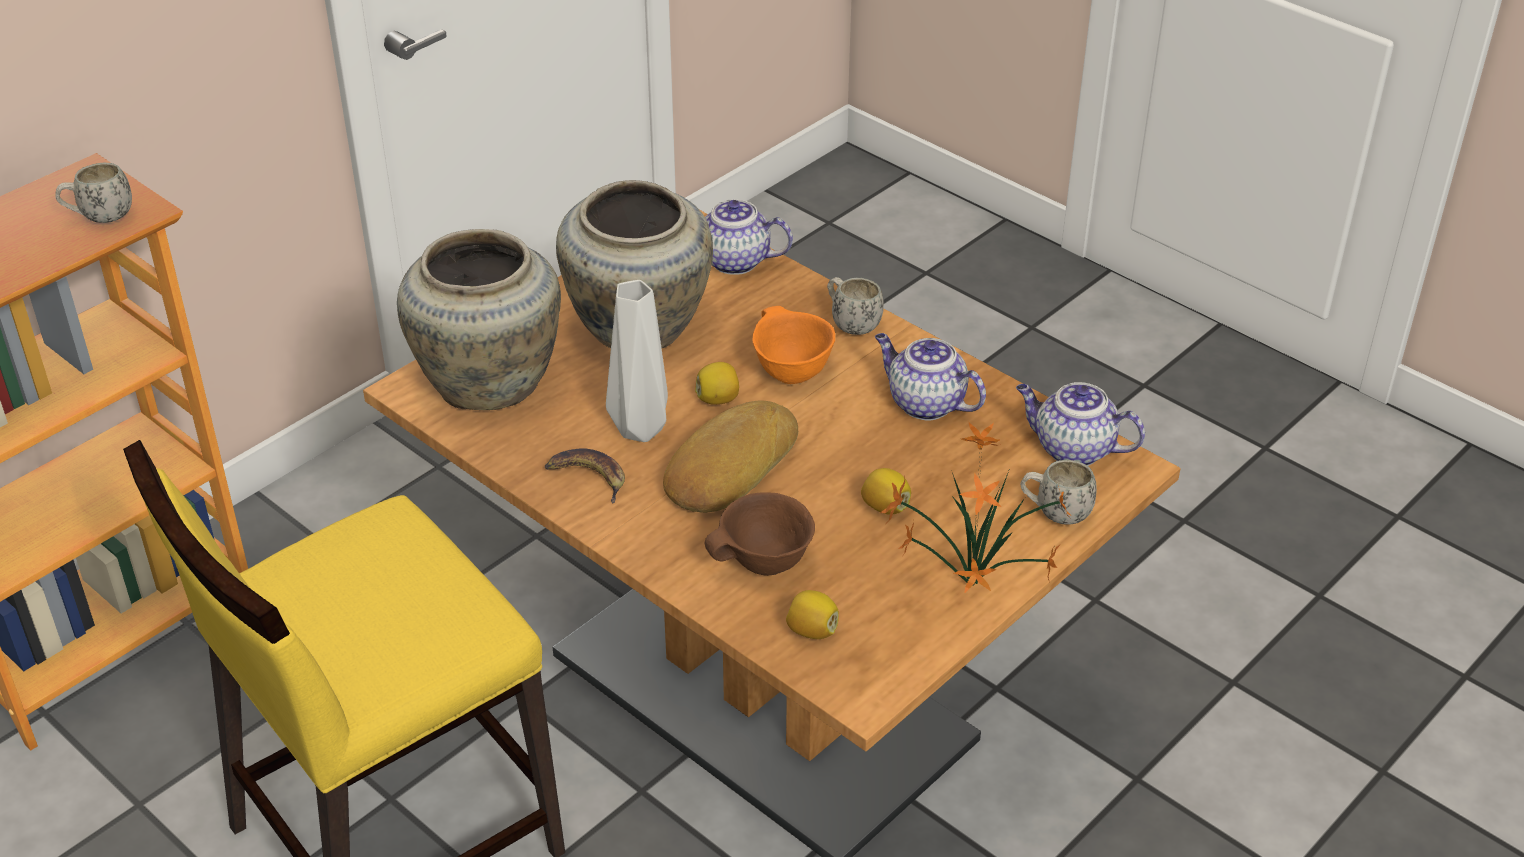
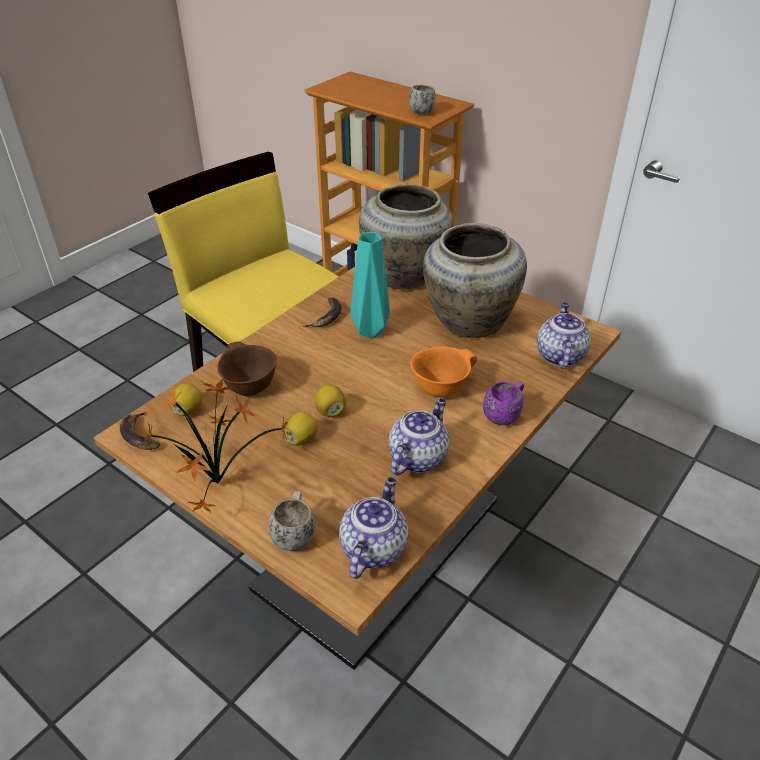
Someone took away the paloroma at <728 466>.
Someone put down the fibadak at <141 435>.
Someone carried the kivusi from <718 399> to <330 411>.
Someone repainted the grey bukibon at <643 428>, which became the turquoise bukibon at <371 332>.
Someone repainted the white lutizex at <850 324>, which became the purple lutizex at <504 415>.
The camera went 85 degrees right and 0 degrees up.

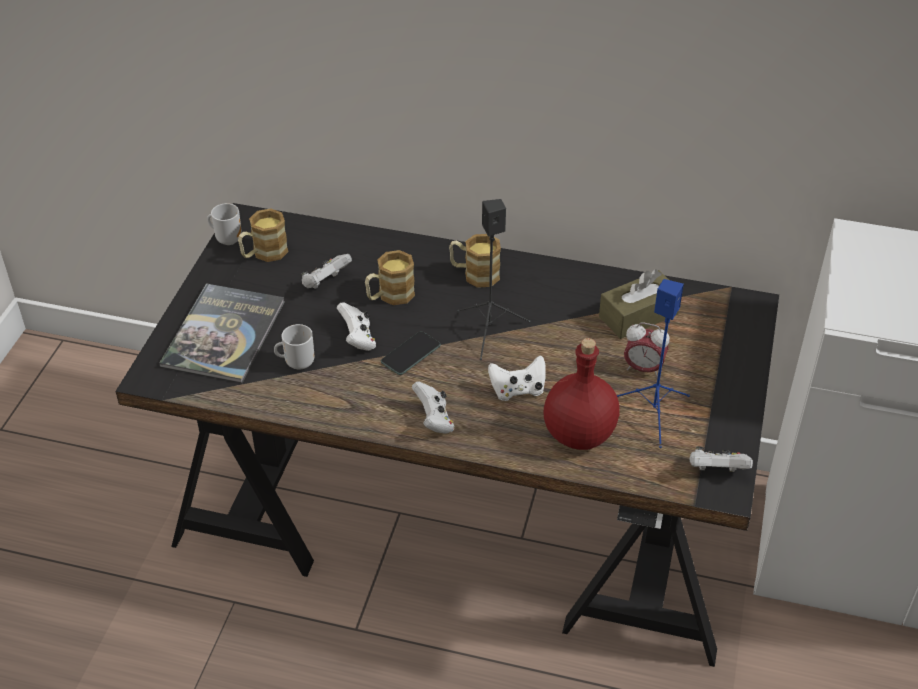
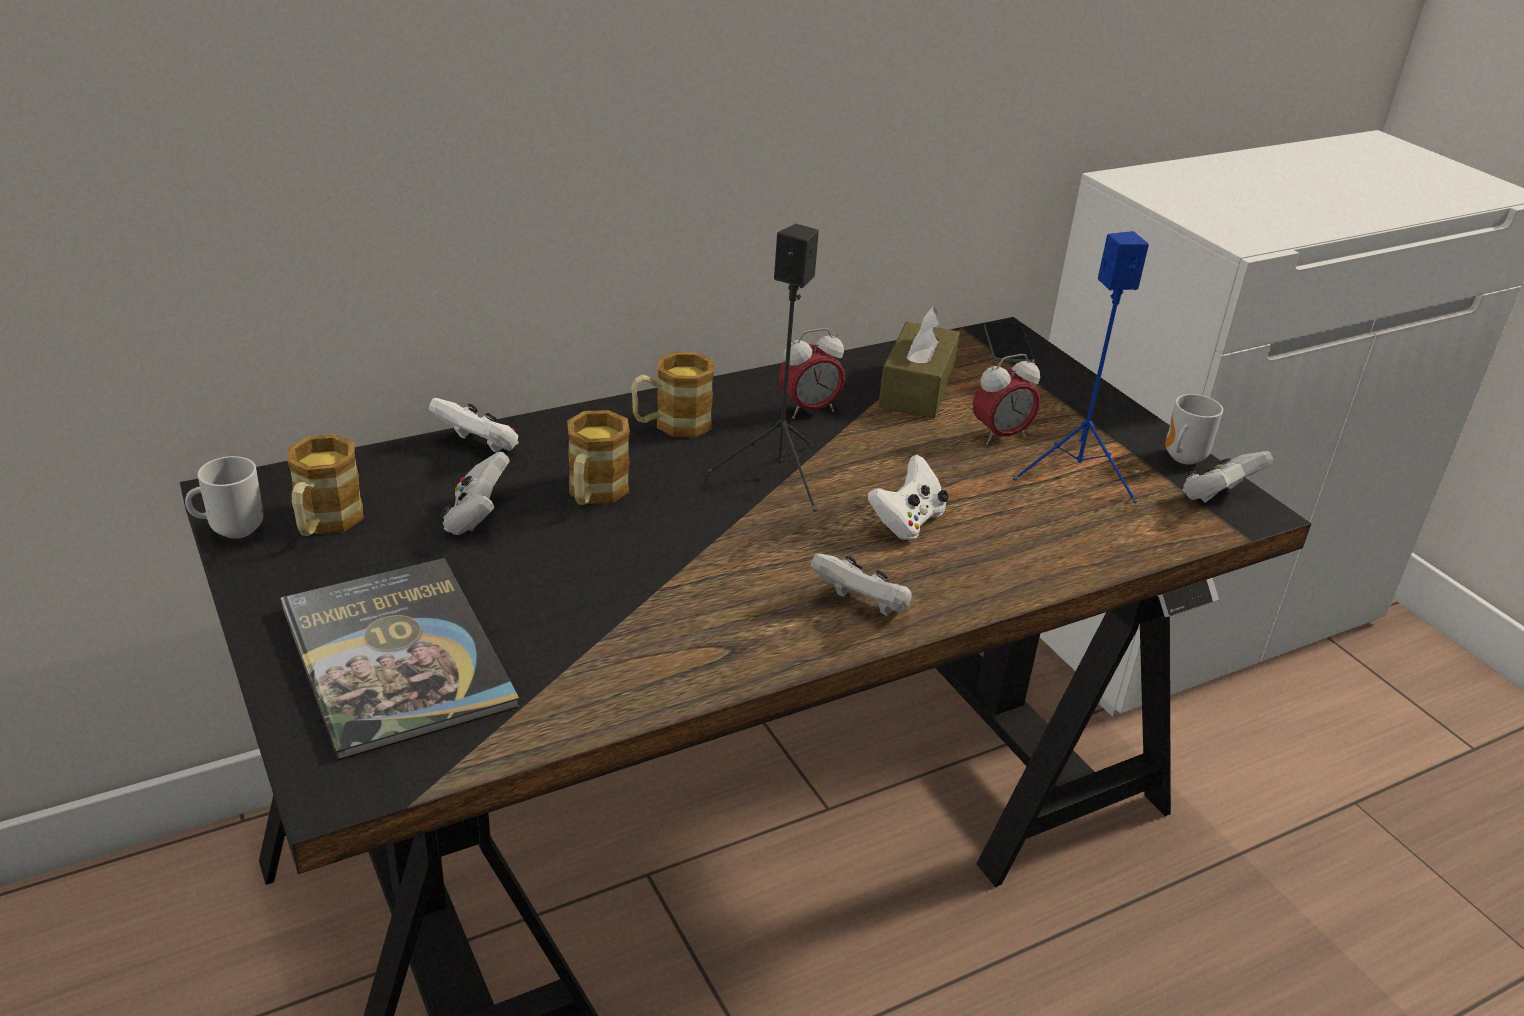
Someone took away the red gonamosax at <580 435>.
Someone put down the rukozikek at <809 410>.
Someone carried the lutizex from <297 363> to <1180 458>.
Someone carried the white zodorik from <358 339> to <478 446>.
Someone carried the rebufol from <410 354> to <1007 344>.
The camera went 45 degrees left and 10 degrees down.

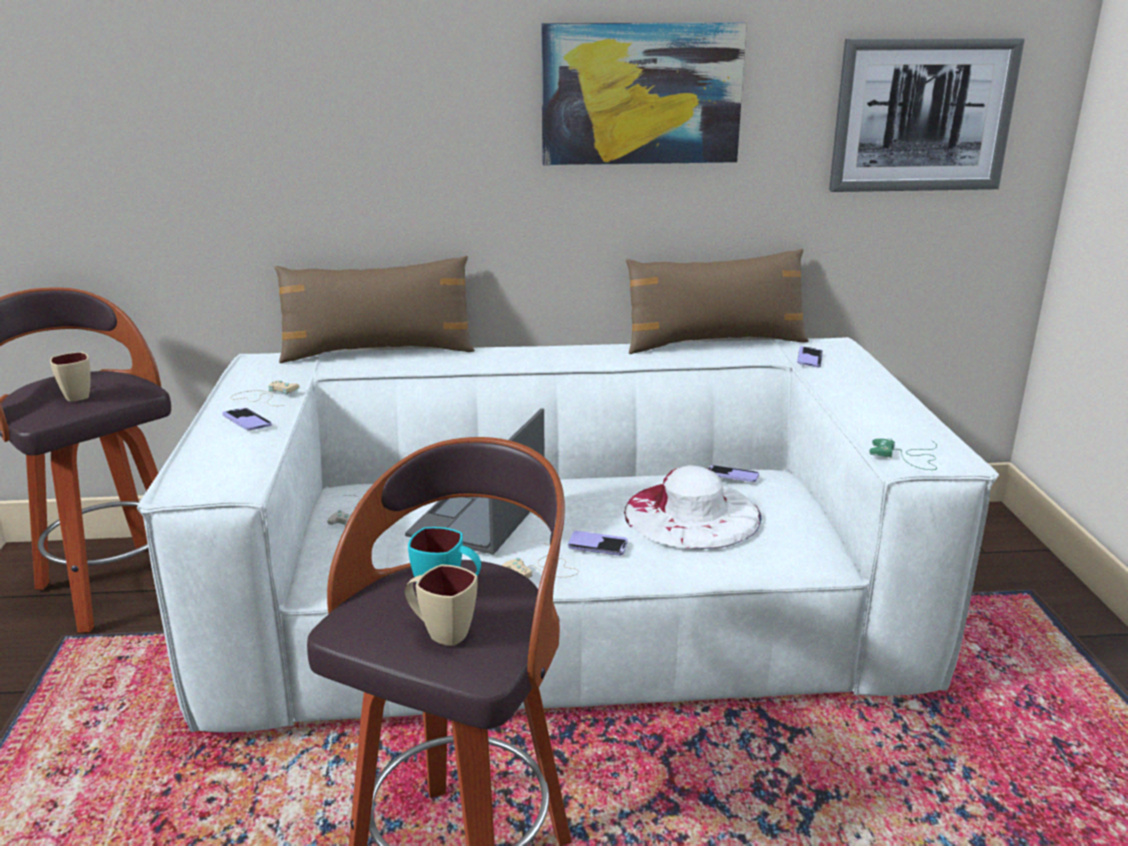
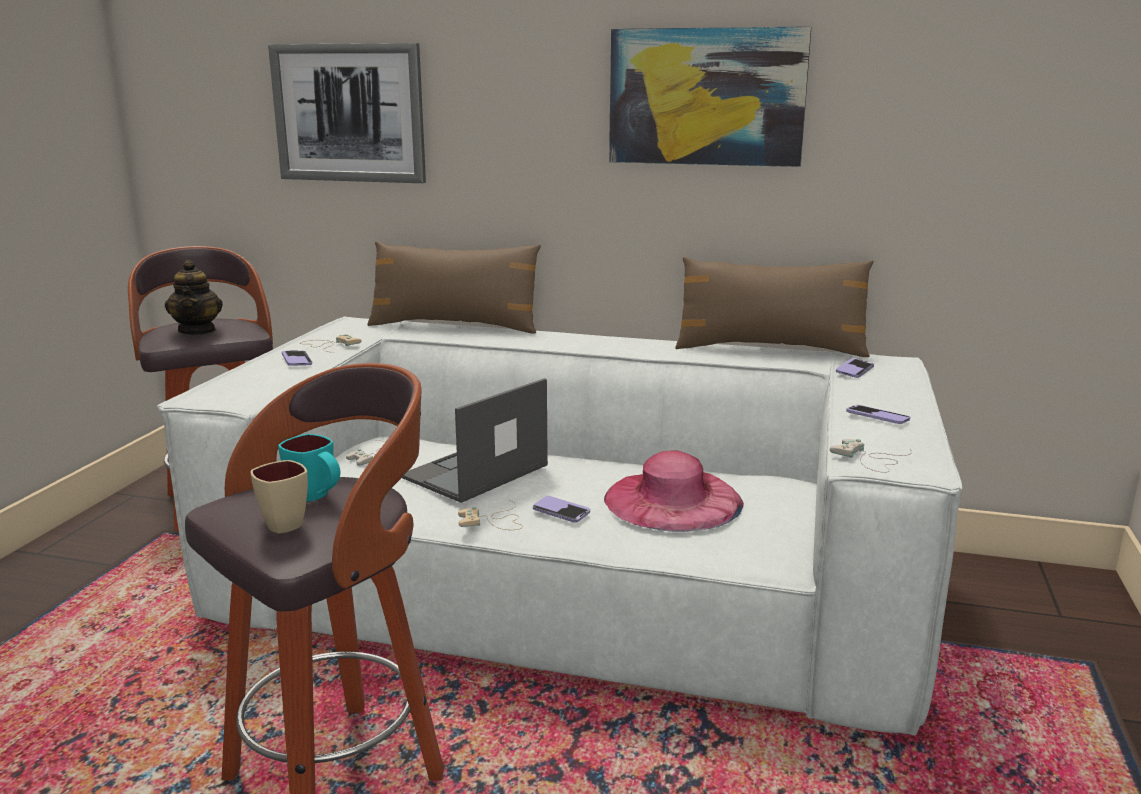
Someone carried the rebufol from <732 475> to <877 416>.
Someone carried the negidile from <922 115> to <349 113>.
Someone swapped the beige lutizex at <76 395> for the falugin at <198 331>.
Someone repainted the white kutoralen at <691 514>, which became the pink kutoralen at <673 500>.
Someone repainted the green zodorik at <908 457>, which became the white zodorik at <870 460>.
The camera went 20 degrees right and 5 degrees down.

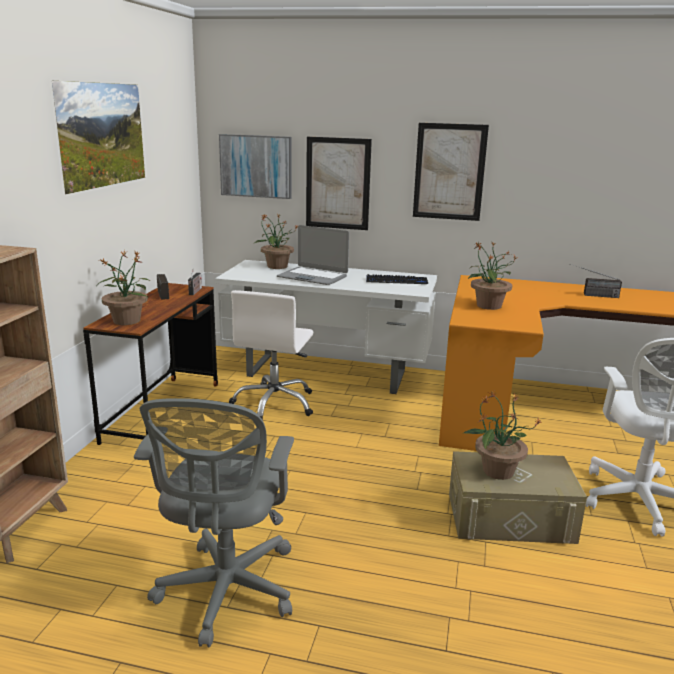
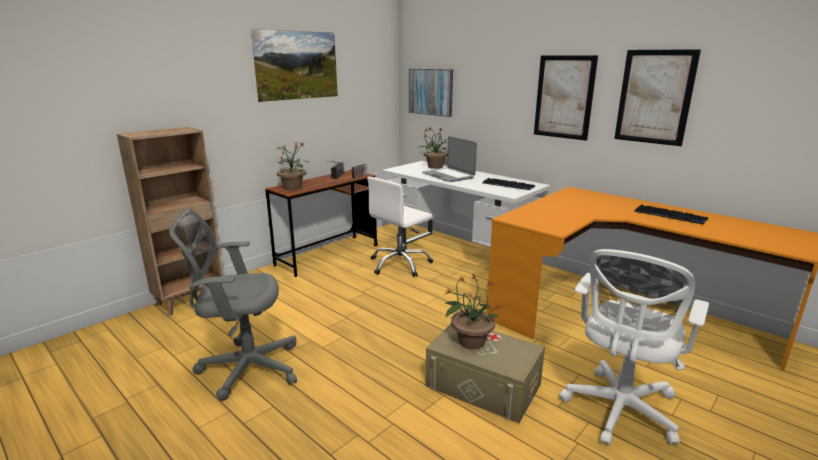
Someone took away the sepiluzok at <488 306>.
Someone carried the negidile from <338 183> to <654 97>.
Someone swapped the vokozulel at <592 295> for the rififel at <670 216>.
Someone rotated the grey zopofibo at <225 593> by 45 degrees clockwise.
The camera went 30 degrees right and 0 degrees up.

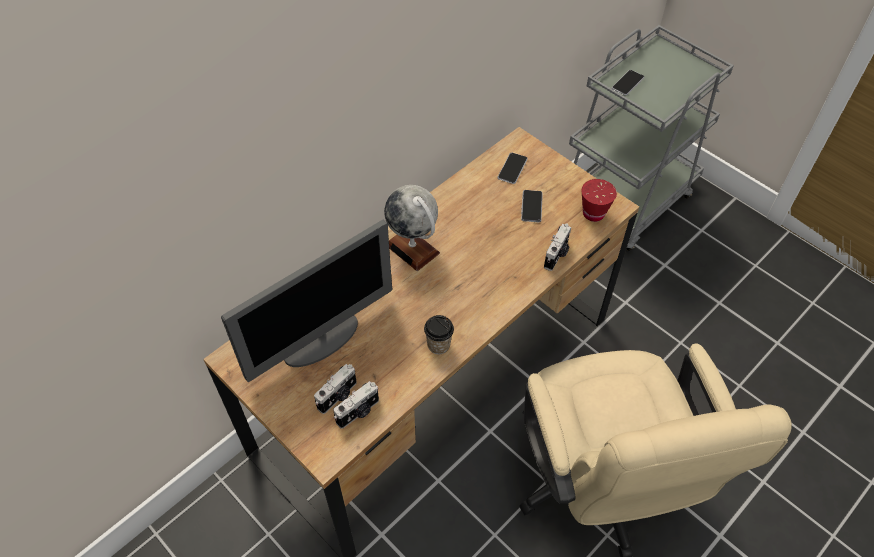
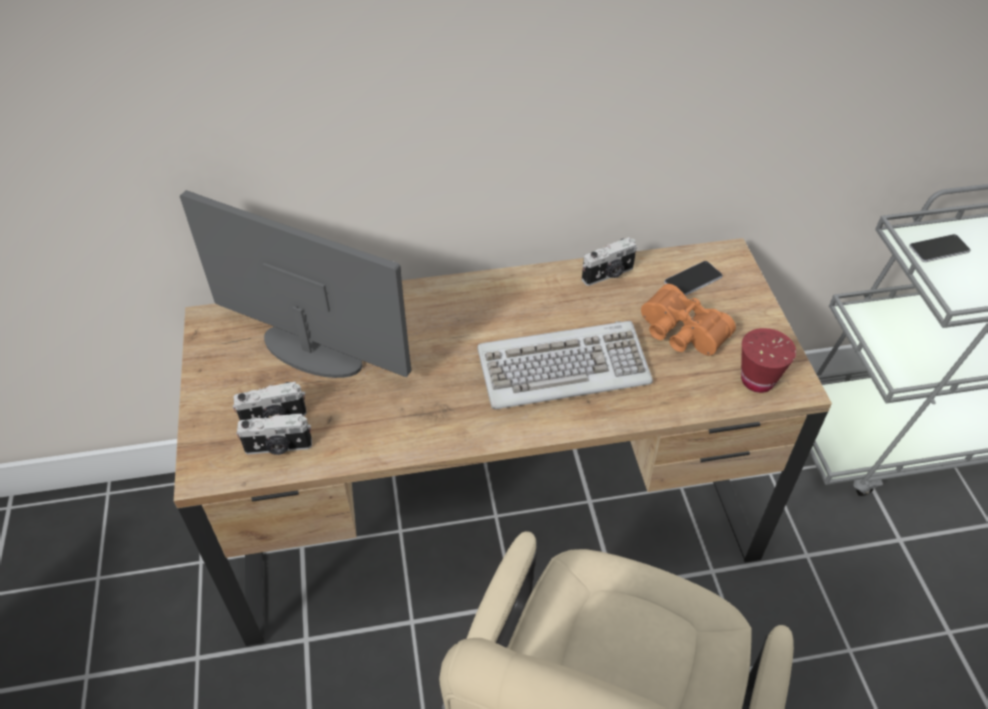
Someone took away the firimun at <412 248>.
Someone took away the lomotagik at <438 345>.
Someone put down the rififel at <563 367>.
Someone carried the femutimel from <557 255> to <608 275>.
Someone swapped the rebufol at <531 206> for the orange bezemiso at <680 333>.
Someone rotated the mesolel at <322 340> by 150 degrees counterclockwise.
The camera went 35 degrees right and 5 degrees down.

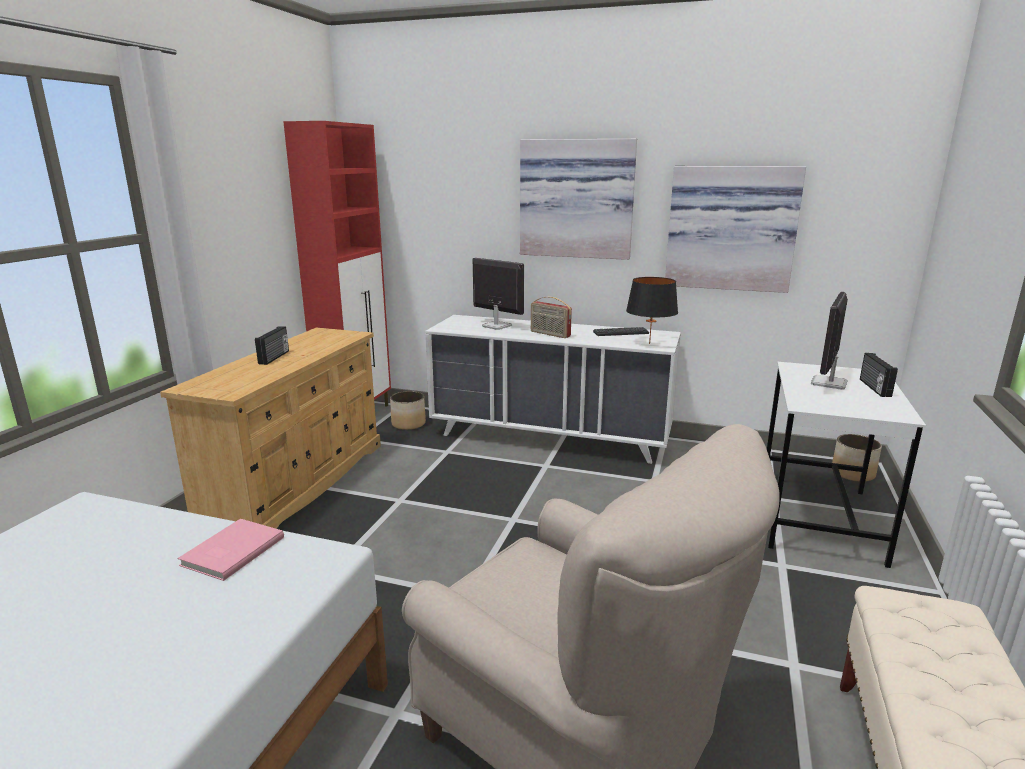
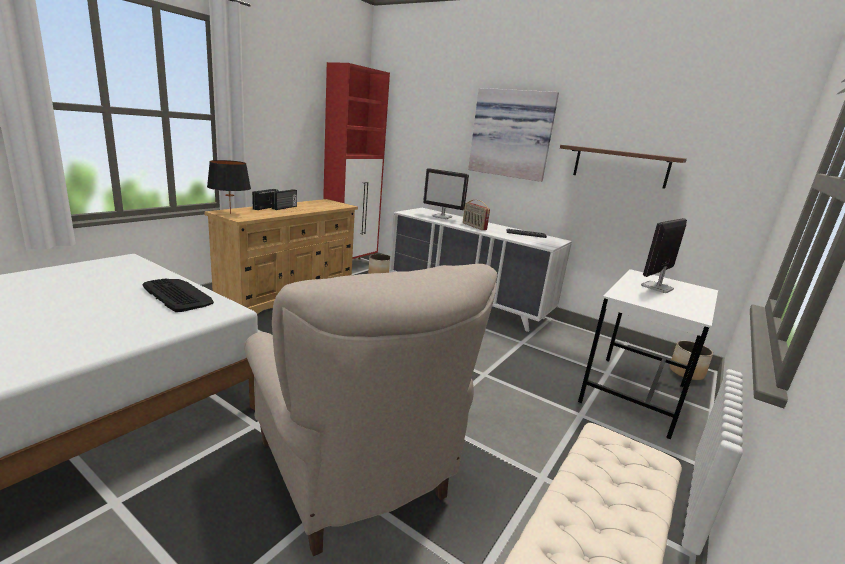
Someone carried the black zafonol from <649 343> to <230 213>.
Someone carried the vokozulel from <873 388> to <265 207>.
Someone swapped the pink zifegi at <230 551> for the rififel at <177 295>.
Someone swapped the negidile at <731 228> for the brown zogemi at <620 166>.
Someone rotated the mesolel at <496 326> by 150 degrees clockwise.
The camera went 15 degrees right and 0 degrees up.

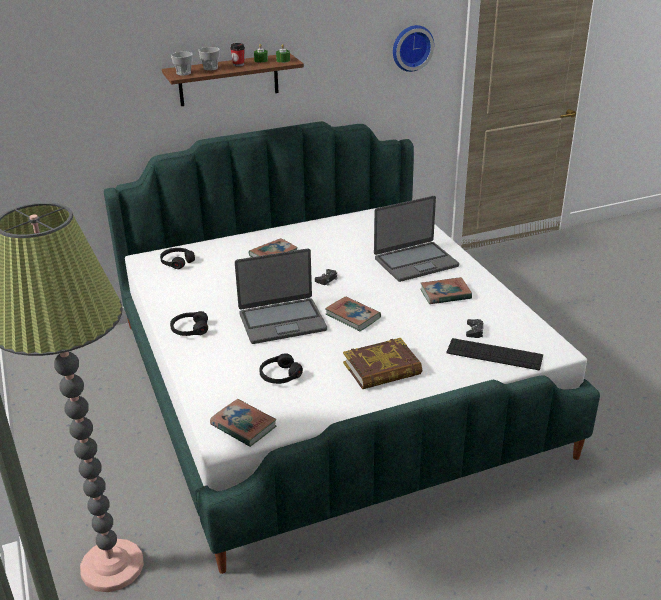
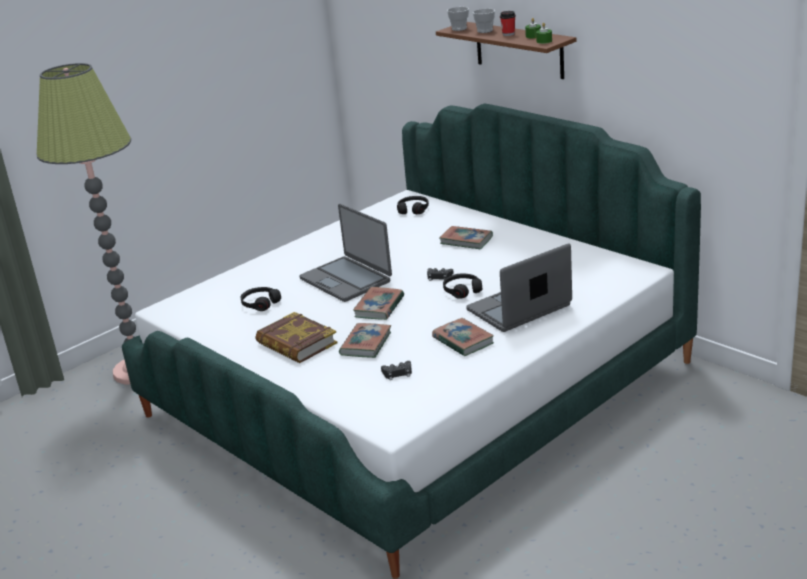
Someone took away the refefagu at <411 47>.
Someone took away the rififel at <494 354>.
Someone carried the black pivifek from <190 329> to <462 290>.
Someone carried the zifegi from <243 426> to <366 344>.
Someone rotated the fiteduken at <415 262> by 105 degrees clockwise.
The camera went 70 degrees right and 5 degrees down.

